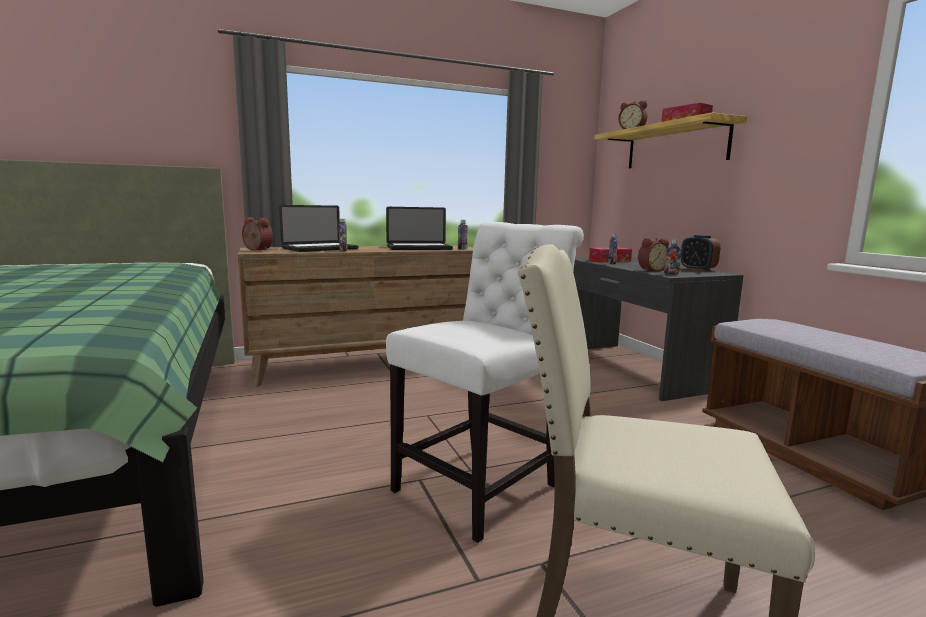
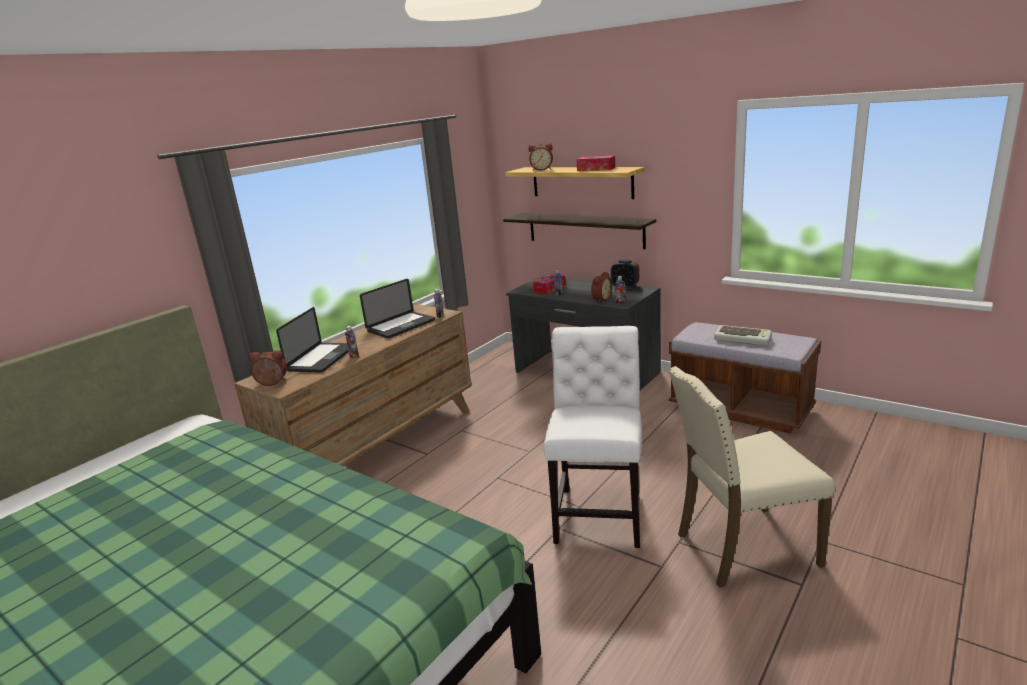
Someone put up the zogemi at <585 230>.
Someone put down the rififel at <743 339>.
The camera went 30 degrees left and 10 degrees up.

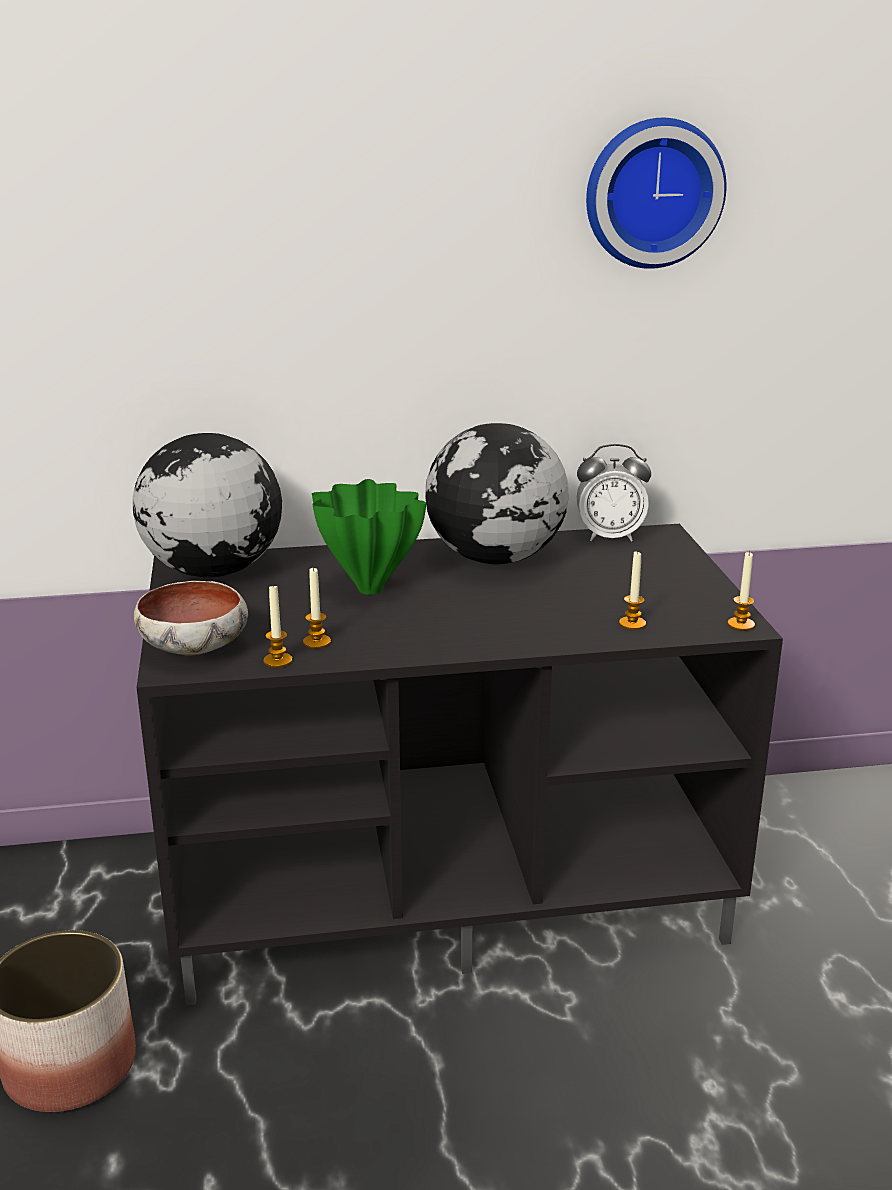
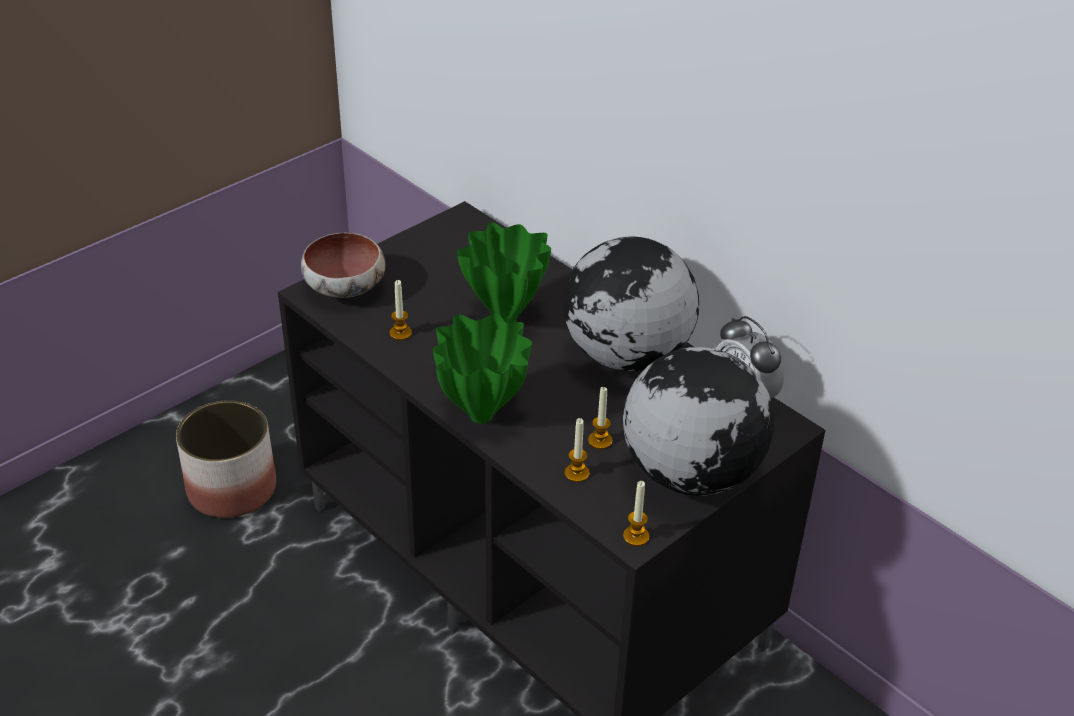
Someone took away the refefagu at <652 193>.
Someone put down the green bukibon at <483 415>.
Someone carried the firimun from <212 571> to <690 472>.
Someone carried the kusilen from <278 661> to <600 441>.
The camera went 55 degrees right and 15 degrees up.

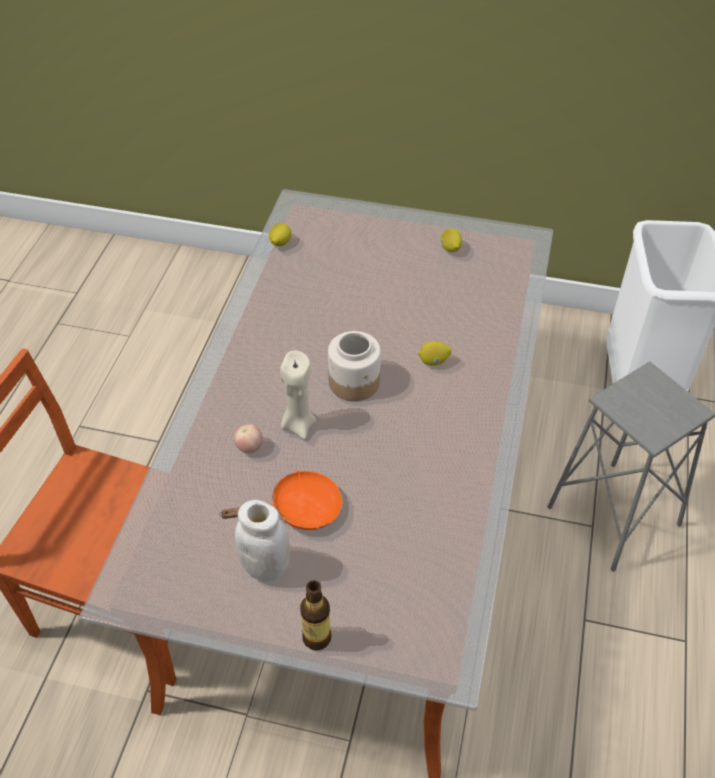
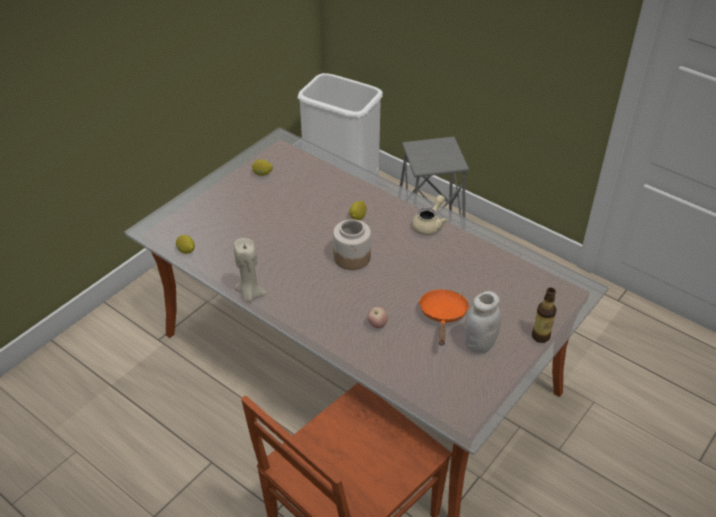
Someone put down the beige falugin at <429 224>.
Someone carried the beige kusilen from <298 424> to <250 294>.
The camera went 65 degrees left and 5 degrees down.

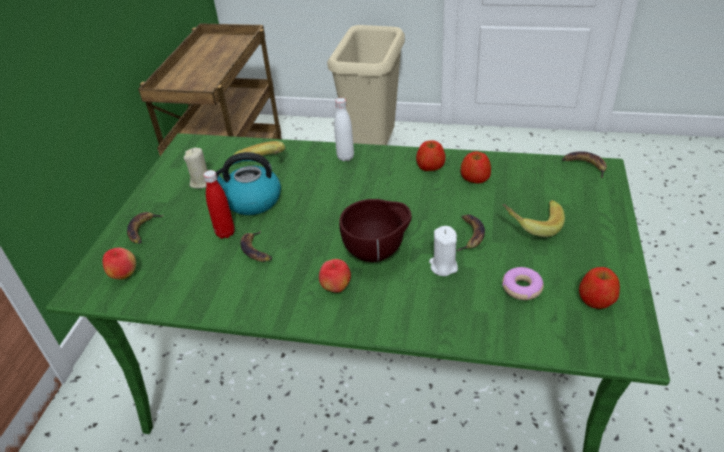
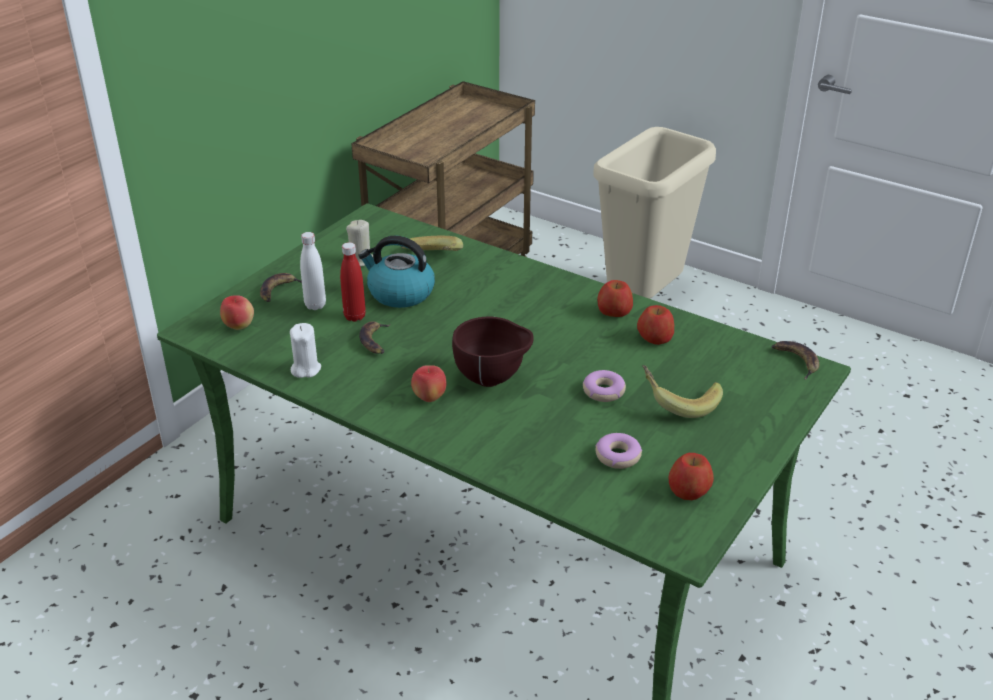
Someone carried the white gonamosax from <345 157> to <315 305>.
Someone carried the white kusilen from <443 266> to <305 369>.
Someone swapped the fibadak at <470 234> for the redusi at <603 391>.
The camera went 20 degrees right and 5 degrees down.

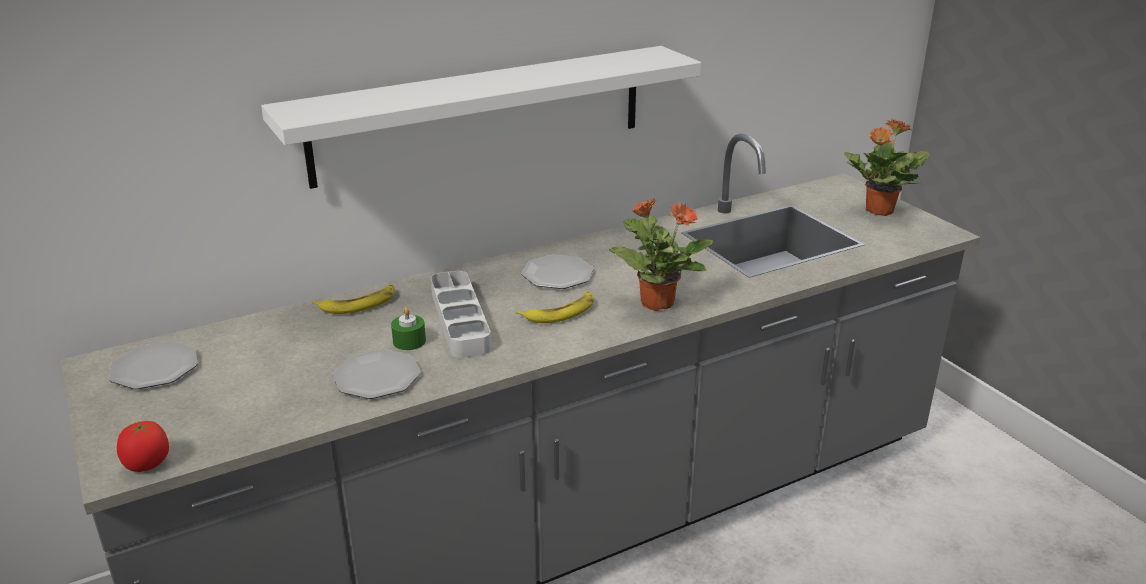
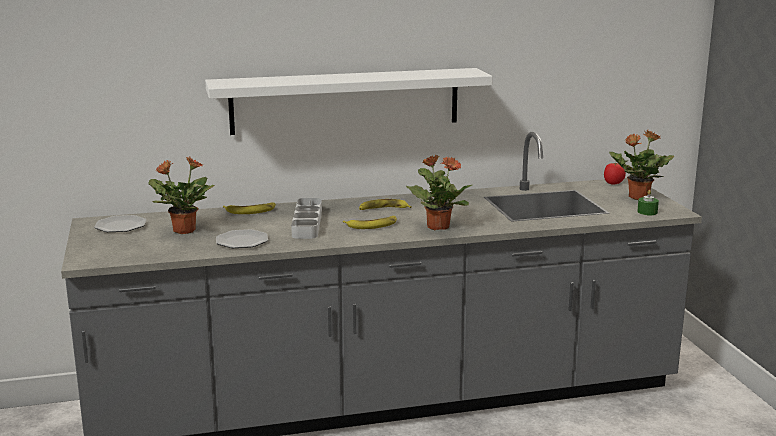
Someone put down the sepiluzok at <183 230>.
Someone carried the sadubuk from <147 464> to <613 183>.
Someone carried the green kusilen from <409 341> to <647 212>.
Someone swapped the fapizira at <557 275> for the fibadak at <383 209>.
The camera went 15 degrees right and 10 degrees down.

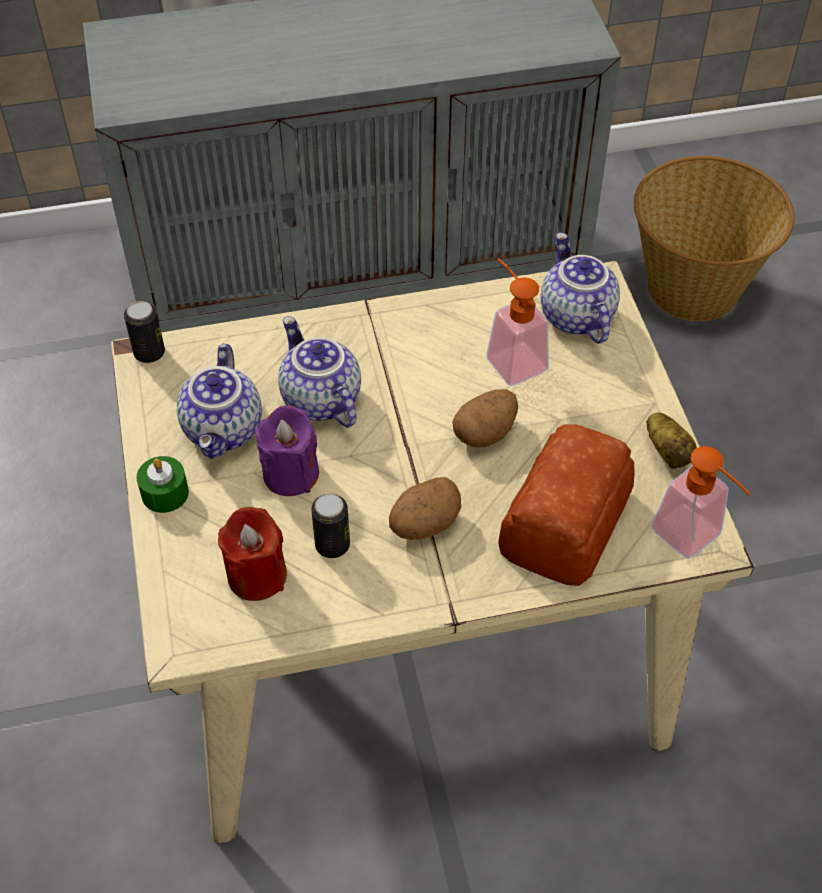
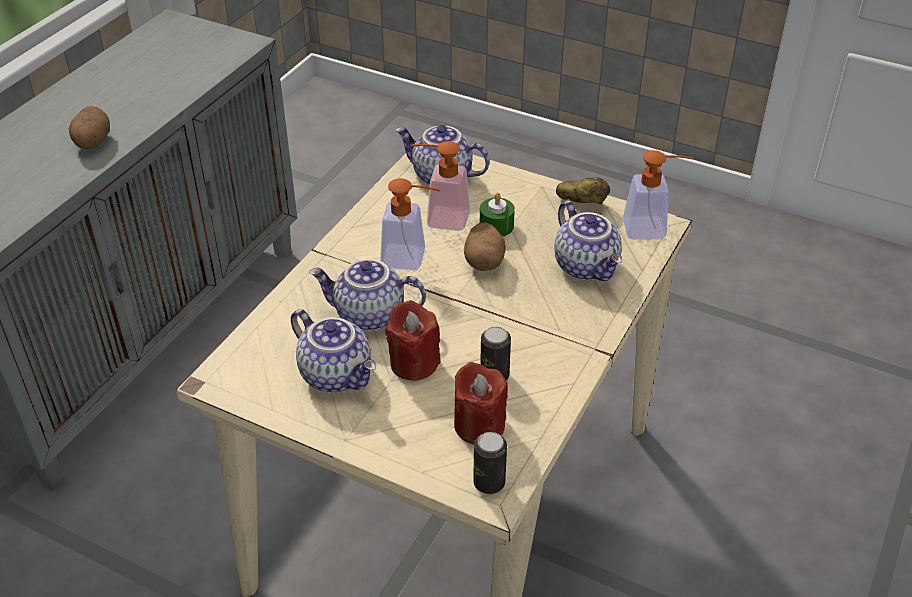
Someone took away the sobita at <694 287>.
Someone put down the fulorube at <412 258>.
Someone carried the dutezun from <149 353> to <489 483>.
Someone carried the green kusilen from <165 493> to <496 226>.
Someone carried the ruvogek from <424 524> to <92 143>.
Someone swapped the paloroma at <568 520> for the falugin at <587 266>.
Someone repainted the purple kusilen at <290 473>, which became the red kusilen at <414 363>.
The camera went 50 degrees left and 10 degrees down.

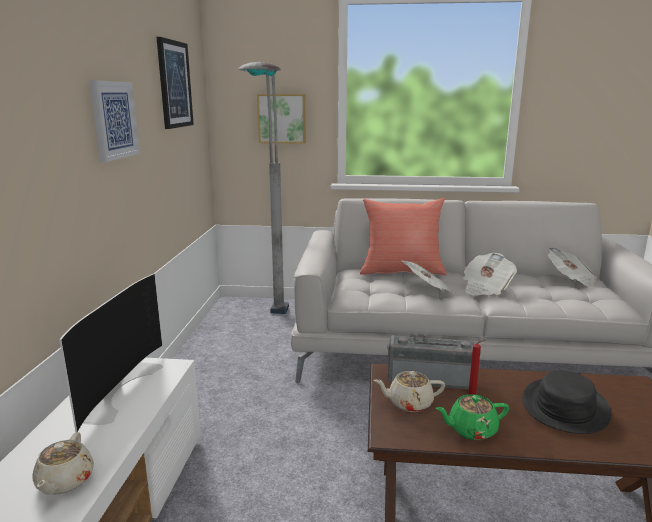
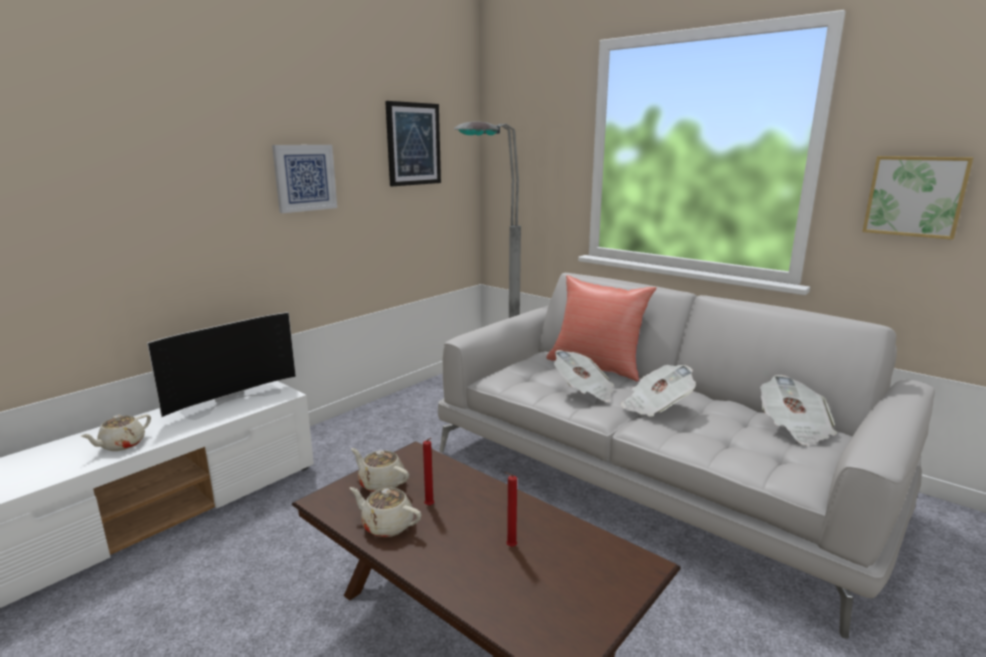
Someone took away the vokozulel at <431 378>.
Someone carried the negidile from <282 118> to <915 196>.
Someone swapped the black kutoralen at <564 407> for the red kusilen at <510 547>.
Someone repainted the green falugin at <471 430>, which became the beige falugin at <386 525>.
The camera went 35 degrees right and 0 degrees up.

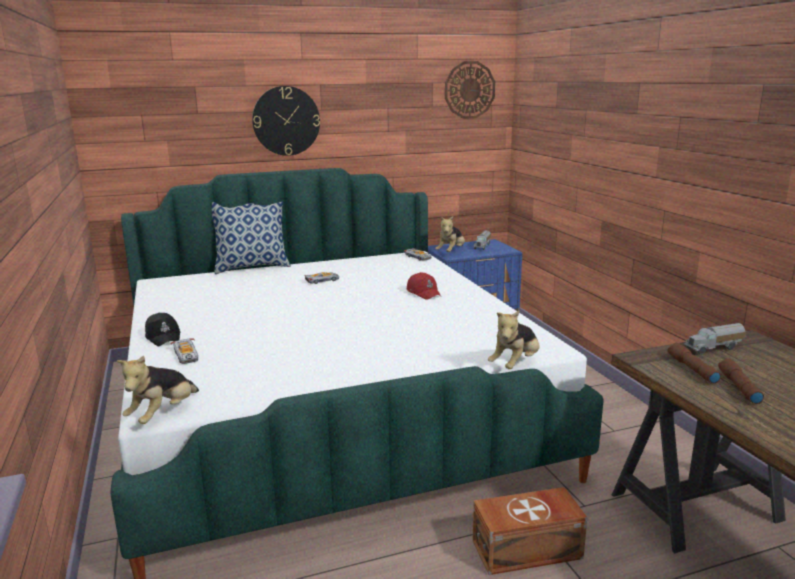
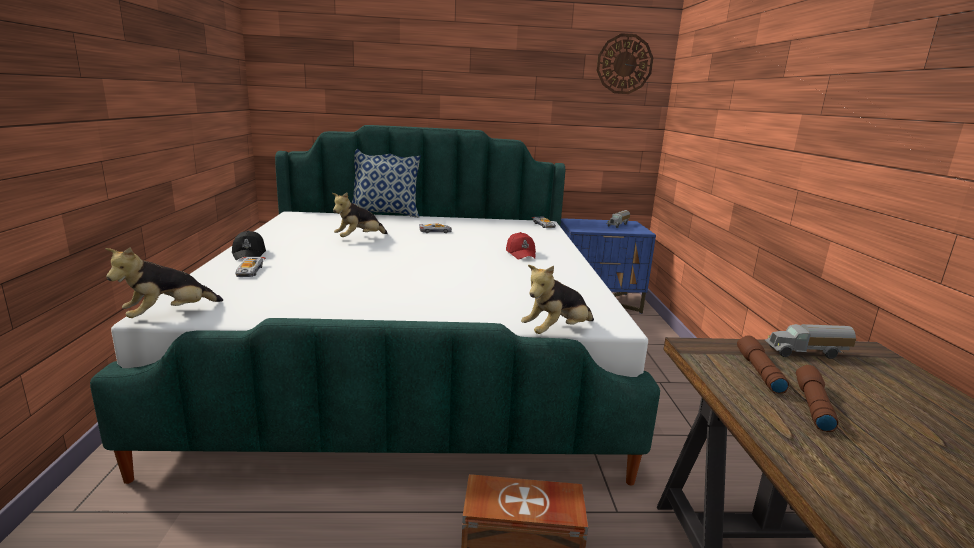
Someone took away the refefagu at <286 121>.
Someone carried the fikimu from <451 252> to <359 239>.
The camera went 15 degrees right and 0 degrees up.

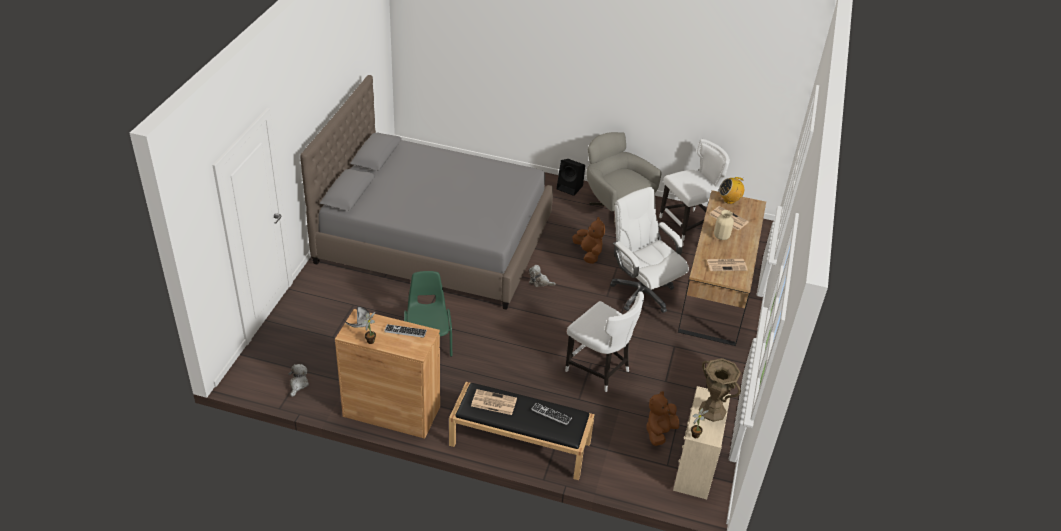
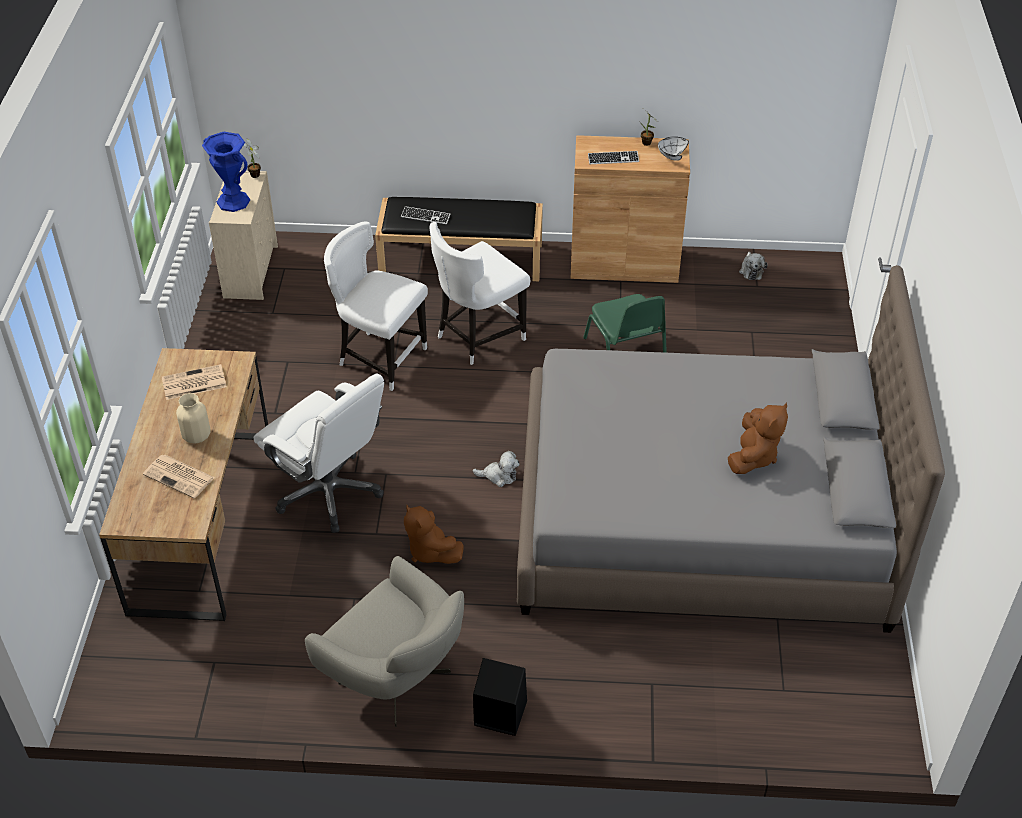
Someone took away the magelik at <493 402>.
Someone took away the vokozulel at <729 200>.
Someone carried the brown fikimu from <659 432> to <753 456>.
Someone carried the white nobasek from <687 224> to <478 337>.
Someone repainted the brown bukibon at <712 411>, which became the blue bukibon at <233 201>.
The camera went 170 degrees right and 5 degrees up.

